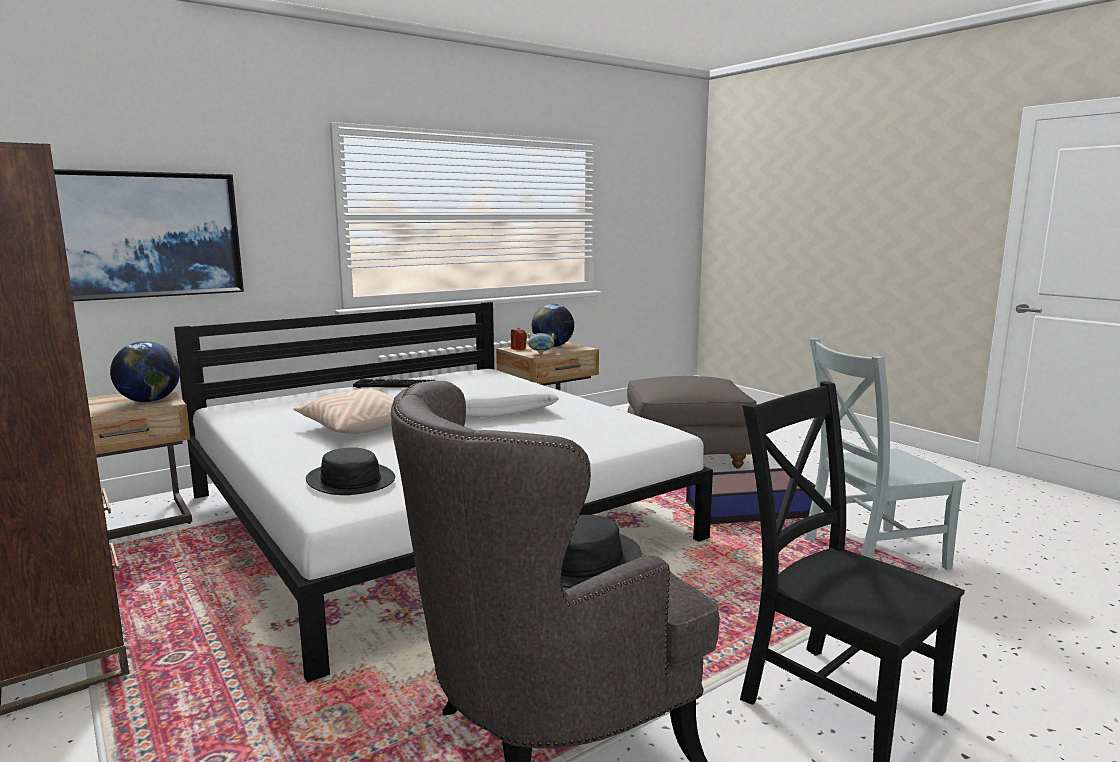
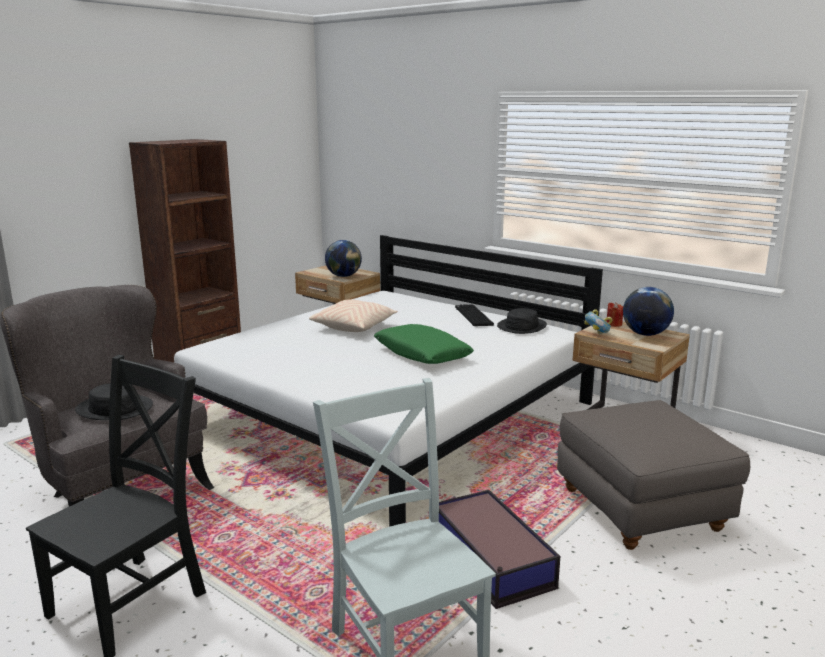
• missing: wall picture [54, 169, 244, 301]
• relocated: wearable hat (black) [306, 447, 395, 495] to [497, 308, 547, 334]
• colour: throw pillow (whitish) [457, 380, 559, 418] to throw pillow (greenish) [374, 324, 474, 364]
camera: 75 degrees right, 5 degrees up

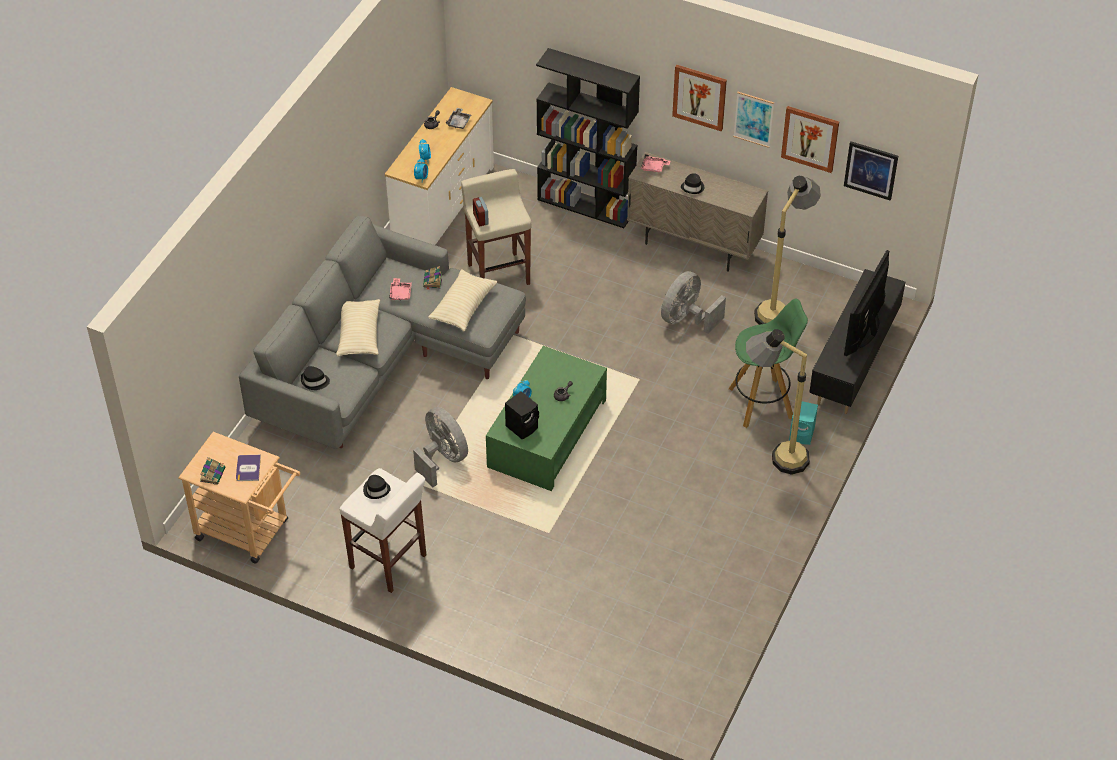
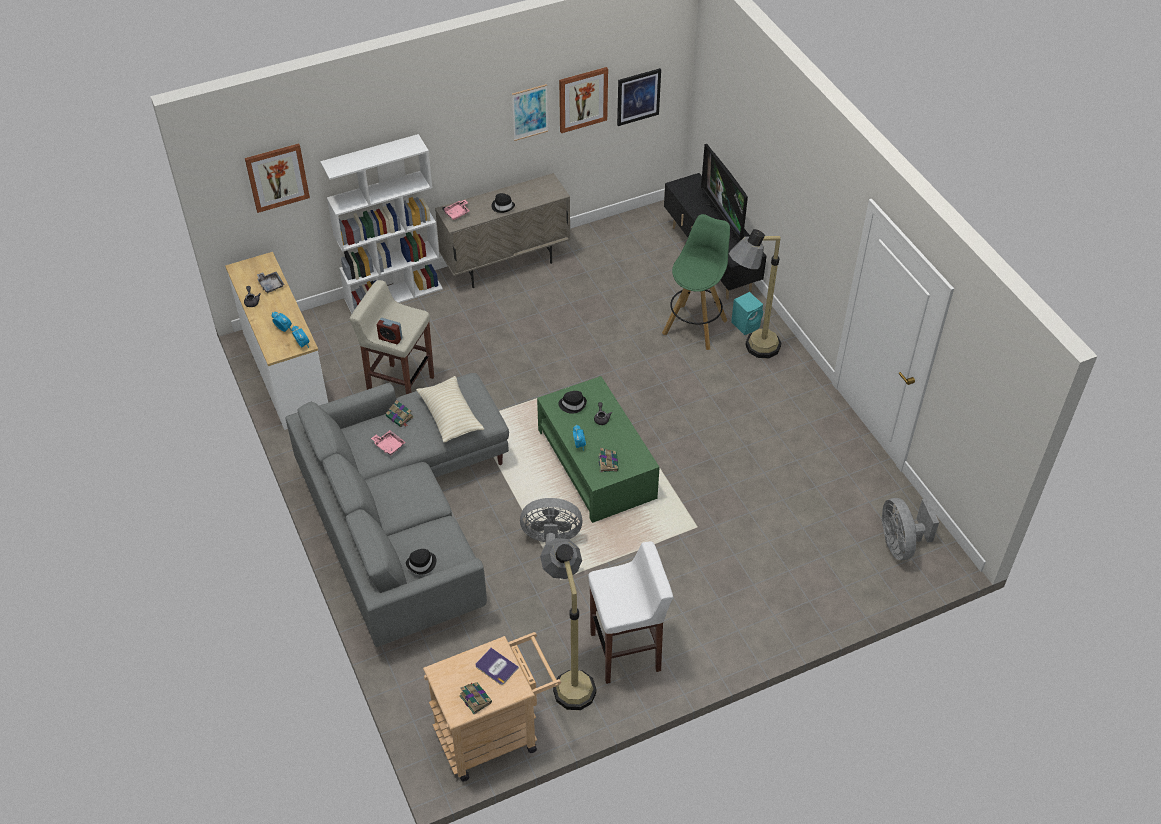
• missing: throw pillow (sand-coloured) [336, 299, 380, 357]
• relocated: wearable hat (black) [363, 475, 391, 499] to [558, 391, 587, 414]
• exchanged: speaker (black) [505, 392, 539, 439] to book [598, 447, 619, 472]
• colour: bookshelf (black) [536, 48, 640, 228] to bookshelf (whitish) [320, 134, 443, 314]
• relocated: fan (greyish) [661, 271, 726, 334] to [882, 498, 939, 560]
• relocated: wall picture [672, 65, 727, 131] to [245, 143, 310, 213]
• relocated: standing lamp [754, 176, 821, 325] to [540, 538, 597, 710]
camera: 50 degrees left, 0 degrees up

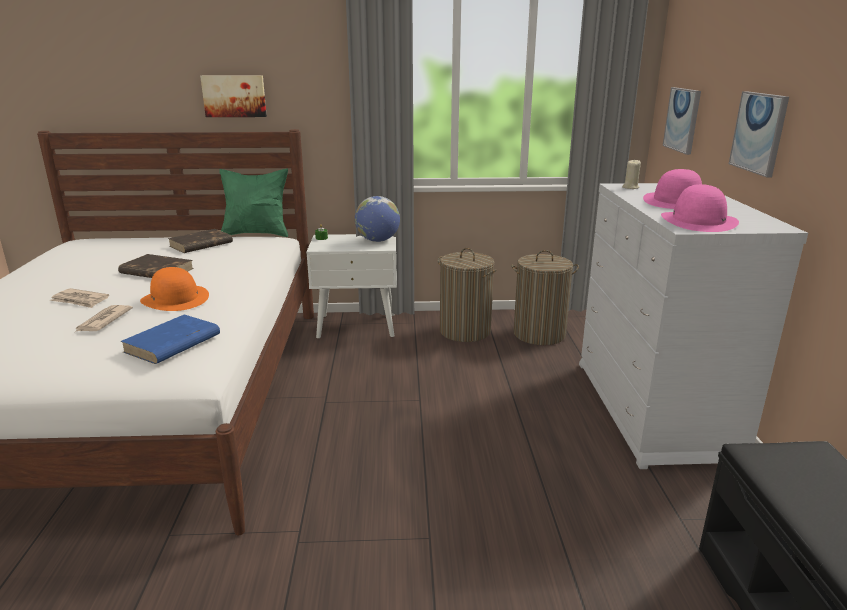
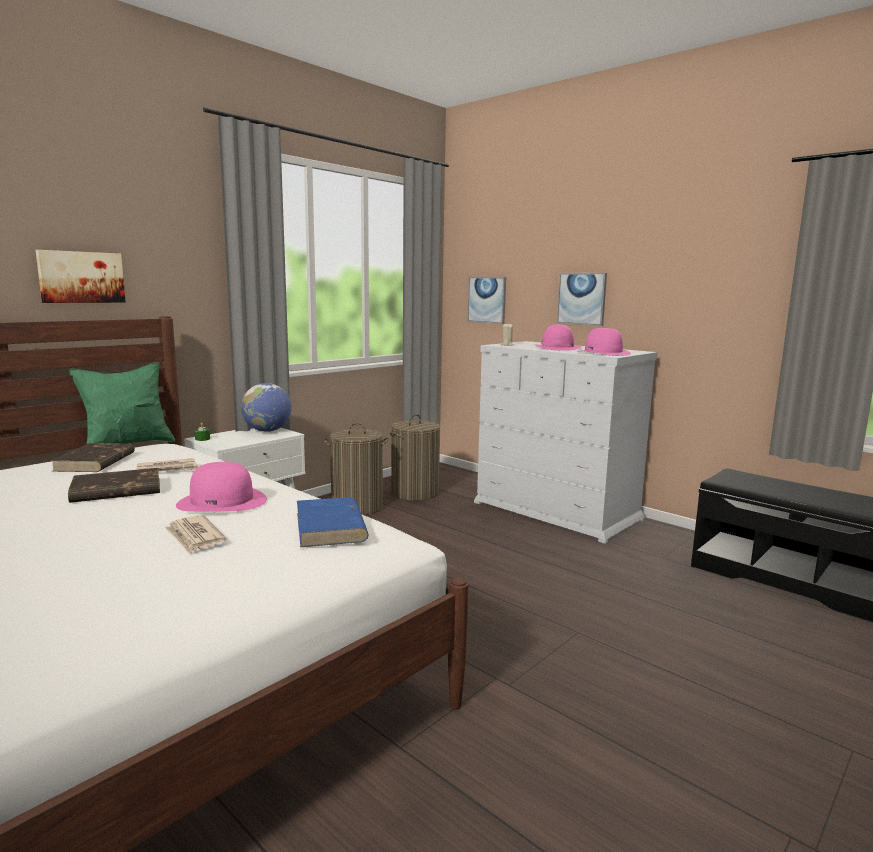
• relocated: printed paper [50, 288, 109, 308] to [137, 458, 198, 472]
• colour: wearable hat (orange) [140, 267, 209, 311] to wearable hat (pinkish) [176, 462, 267, 512]
camera: 45 degrees left, 10 degrees down

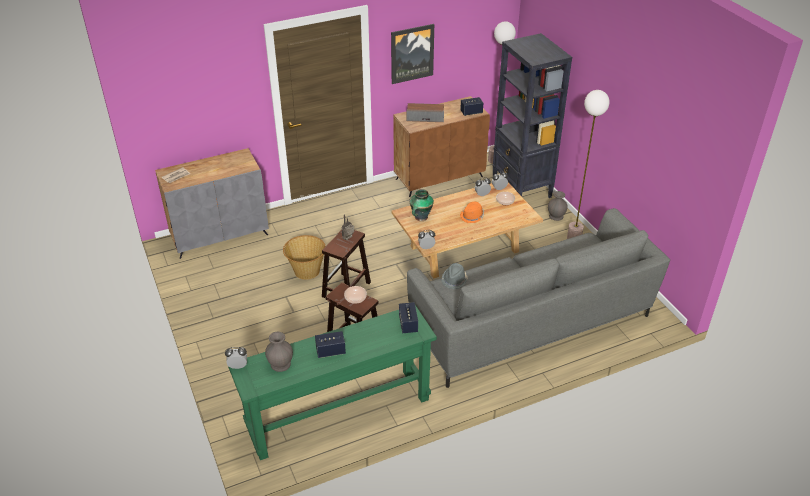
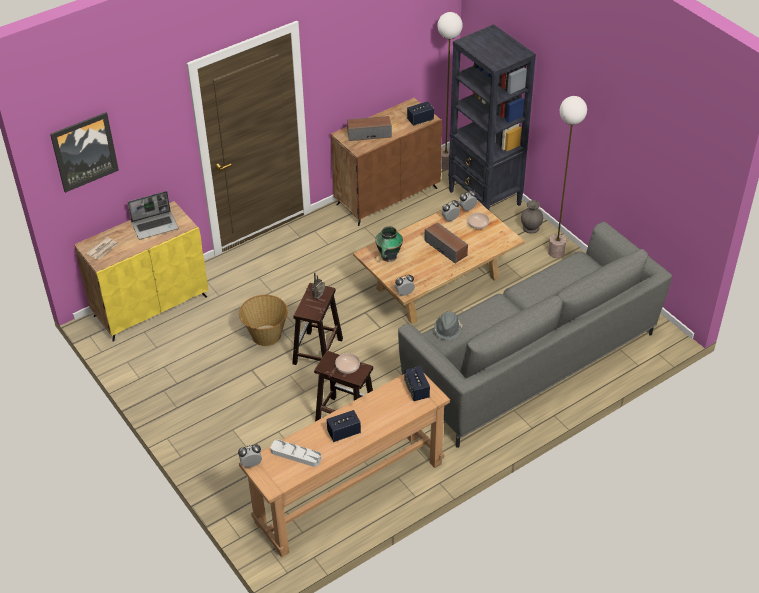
• colour: cabinet (greyish) [155, 148, 269, 259] to cabinet (yellow-coloured) [74, 201, 208, 342]
• colour: hall table (greenish) [228, 305, 437, 460] to hall table (brown) [239, 372, 450, 558]
• exchanged: flower vase (greyish) [265, 332, 293, 372] to serving tray (greyish) [270, 440, 321, 467]
• relocated: wall picture [391, 24, 434, 84] to [50, 112, 119, 193]
• exchanged: wearable hat (orange) [460, 202, 484, 223] to speaker [424, 222, 468, 264]
• appeared: laptop [128, 191, 178, 240]
camera: 10 degrees left, 5 degrees up

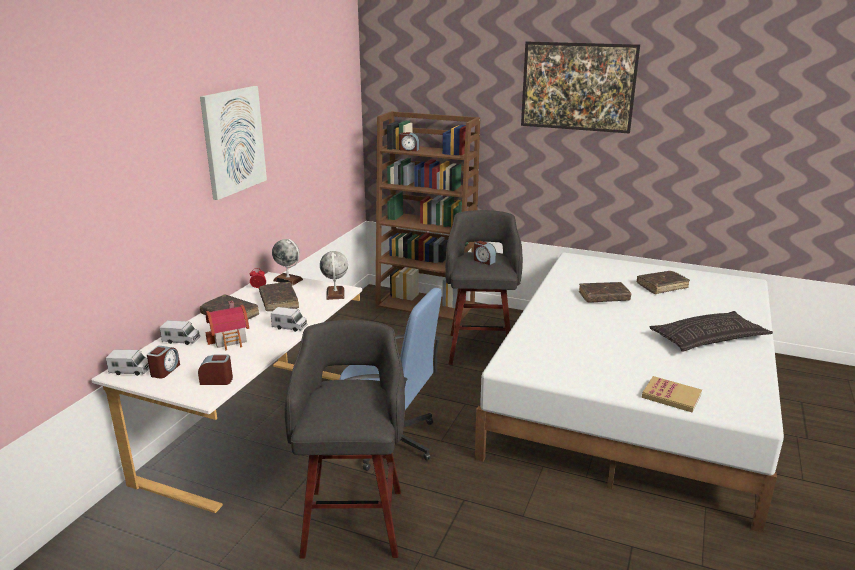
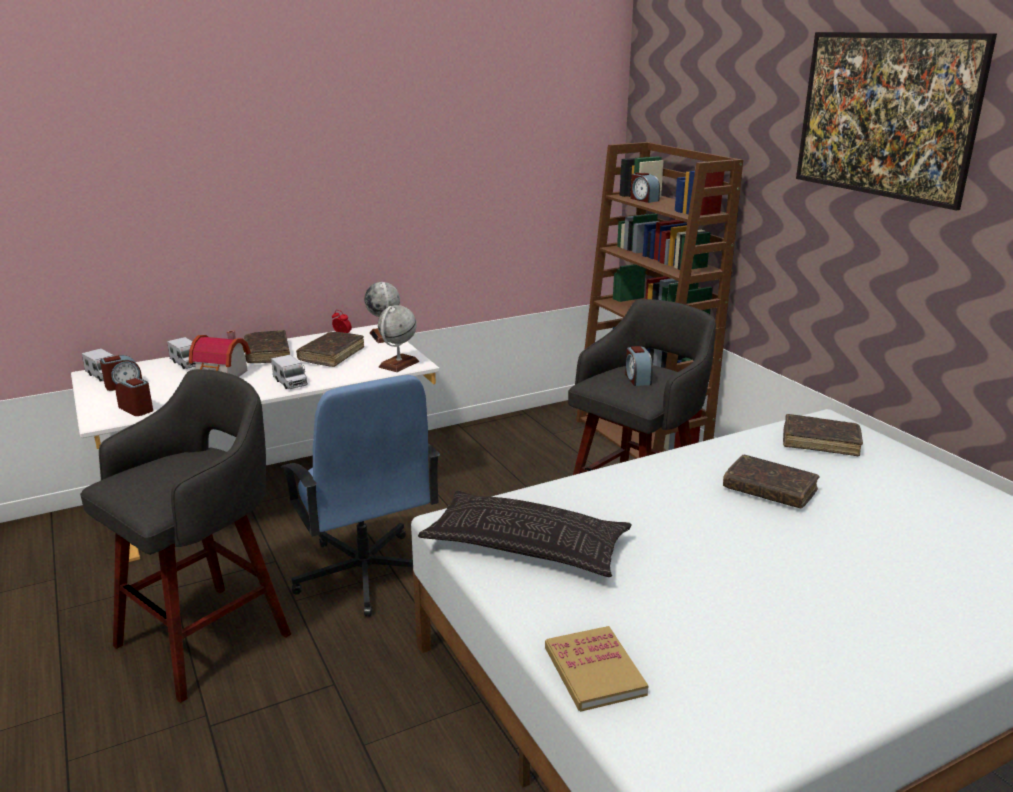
• missing: wall picture [200, 86, 267, 200]
• relocated: book (brown) [637, 271, 690, 294] to [783, 414, 863, 456]
• relocated: throw pillow [650, 311, 773, 352] to [418, 491, 632, 577]
camera: 40 degrees right, 0 degrees up

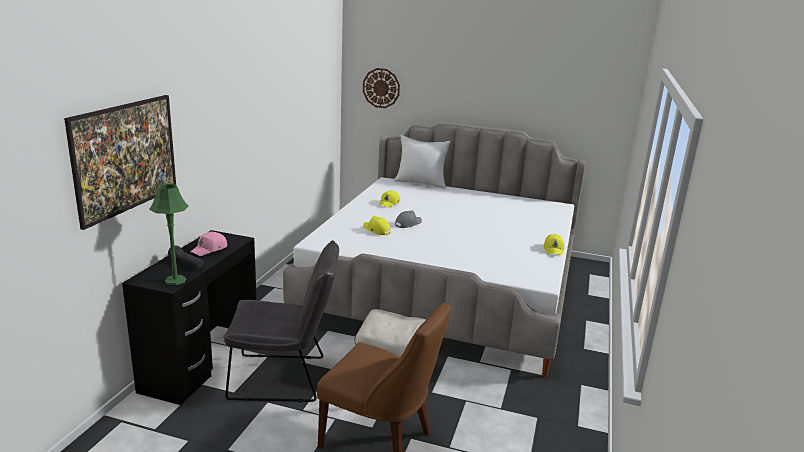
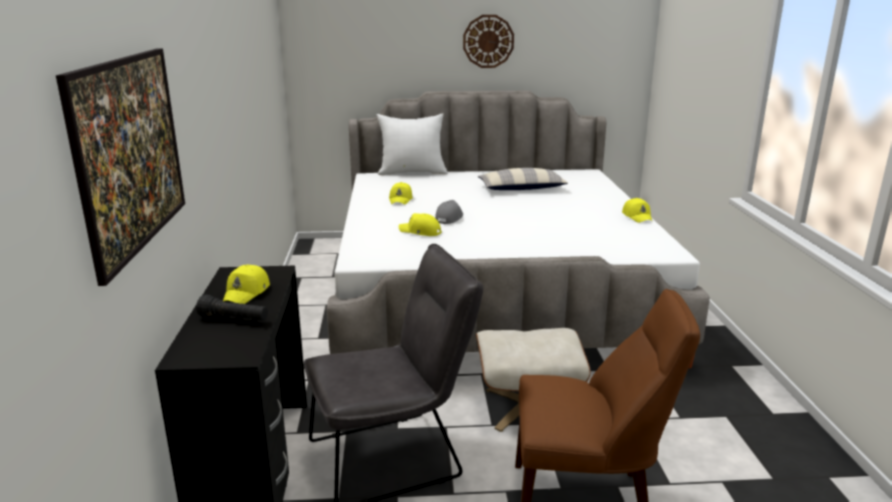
• missing: tabletop lamp (greenish) [149, 183, 188, 285]
• colour: baseball cap (pinkish) [190, 232, 227, 256] to baseball cap (yellow-coloured) [223, 264, 270, 304]
• relocated: hanging clock [363, 68, 400, 108] to [463, 15, 514, 68]
• appeared: throw pillow [478, 168, 568, 190]
camera: 20 degrees left, 0 degrees up

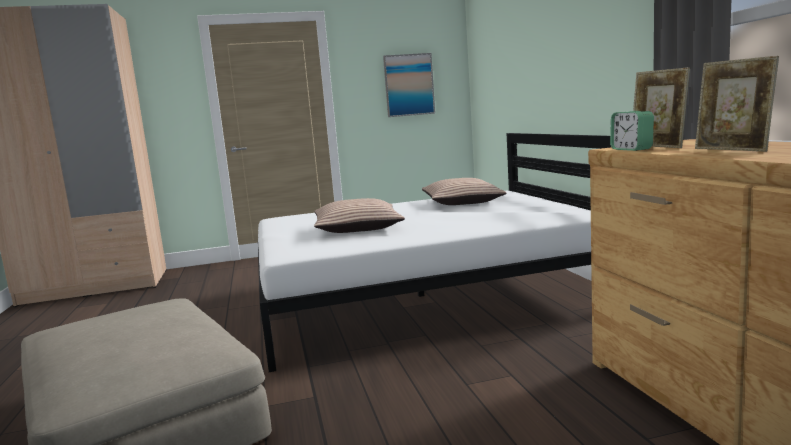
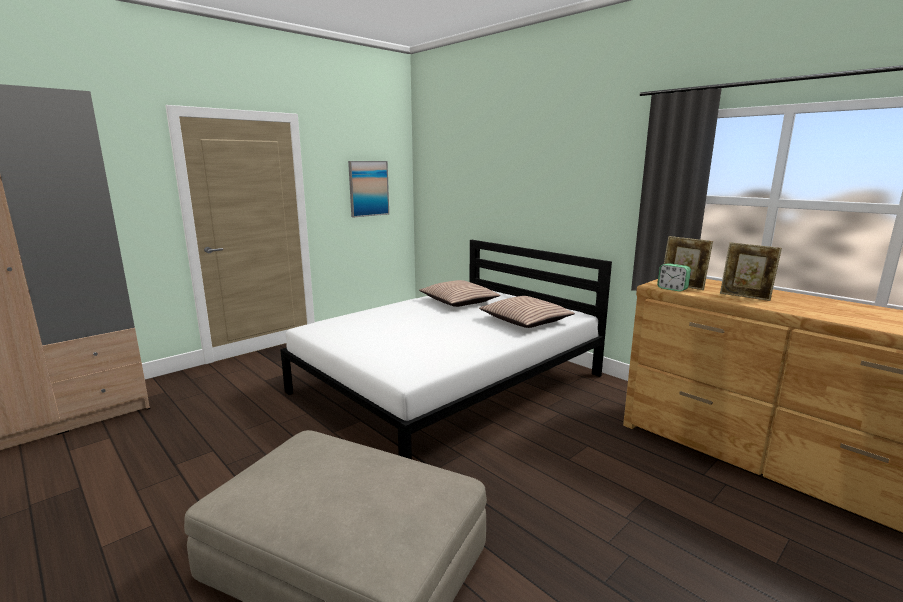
• relocated: throw pillow [314, 198, 405, 233] to [479, 296, 575, 328]
camera: 30 degrees left, 5 degrees up

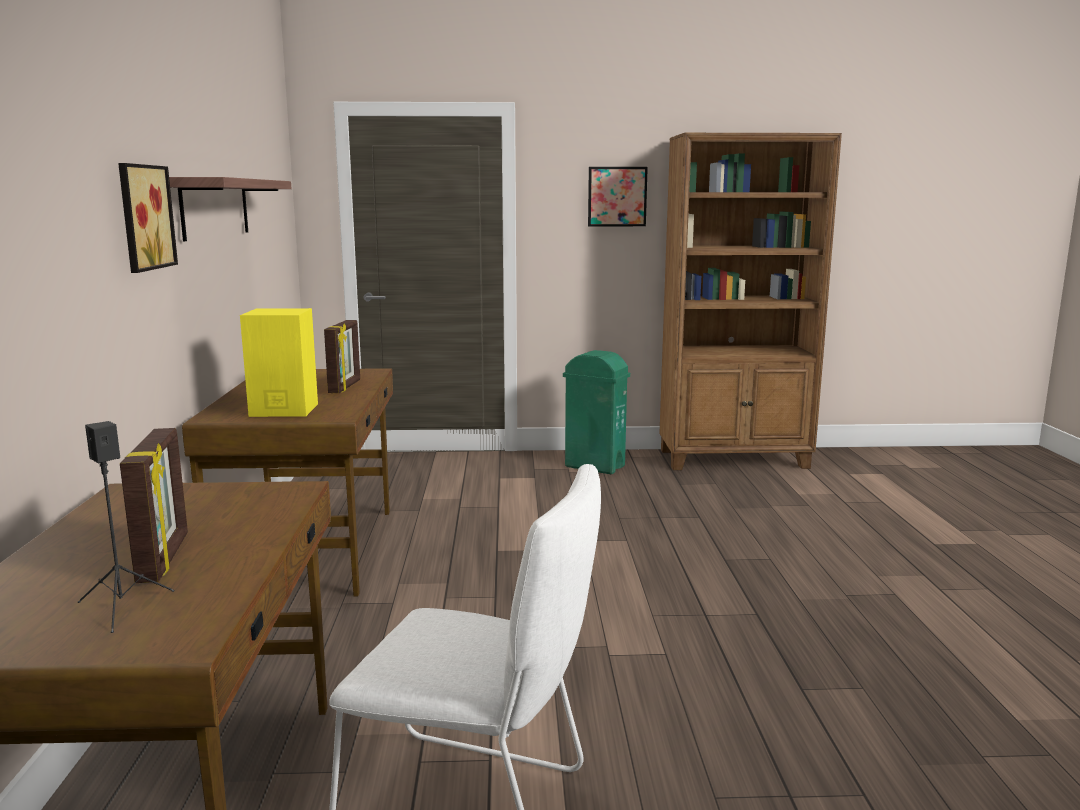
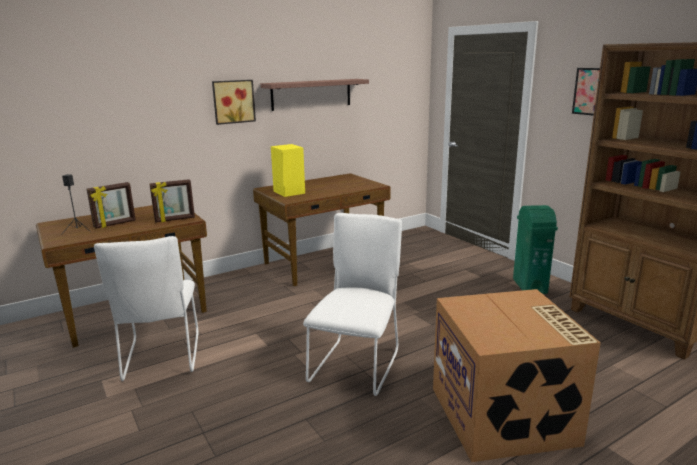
• relocated: picture frame [324, 320, 360, 393] to [149, 179, 195, 223]
• appeared: plain chair (whitish) [303, 213, 402, 396]
• appeared: cardboard box [433, 289, 601, 462]
camera: 60 degrees right, 5 degrees up

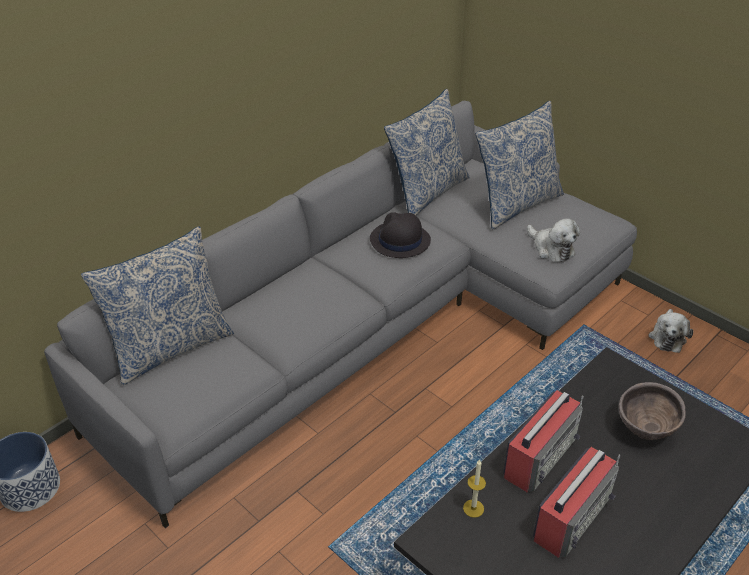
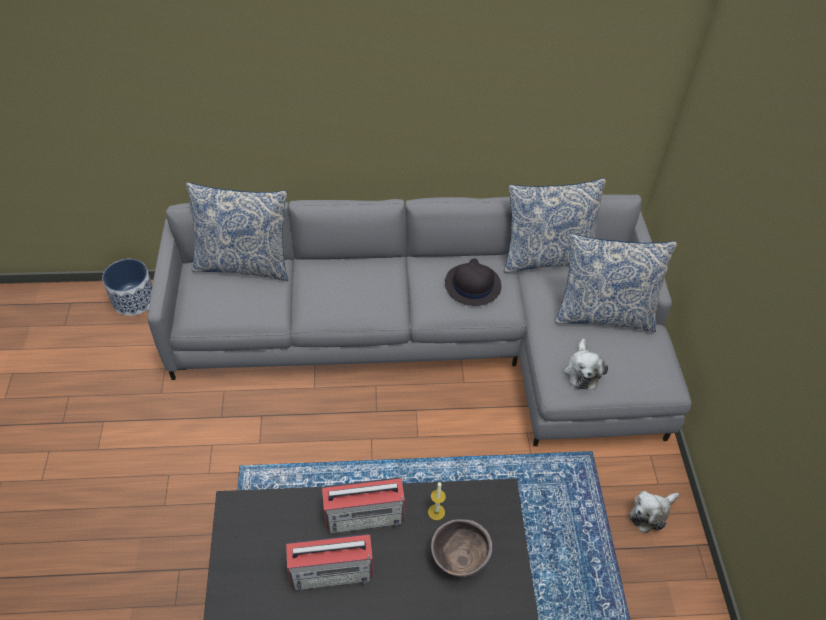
• relocated: wax candle [463, 459, 486, 518] to [428, 482, 446, 520]
camera: 40 degrees right, 10 degrees up

